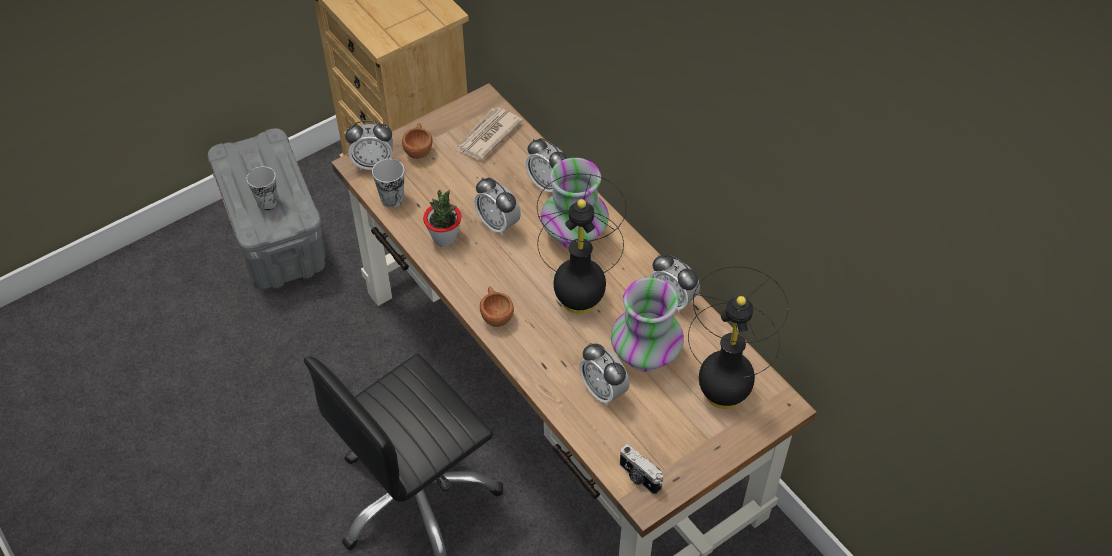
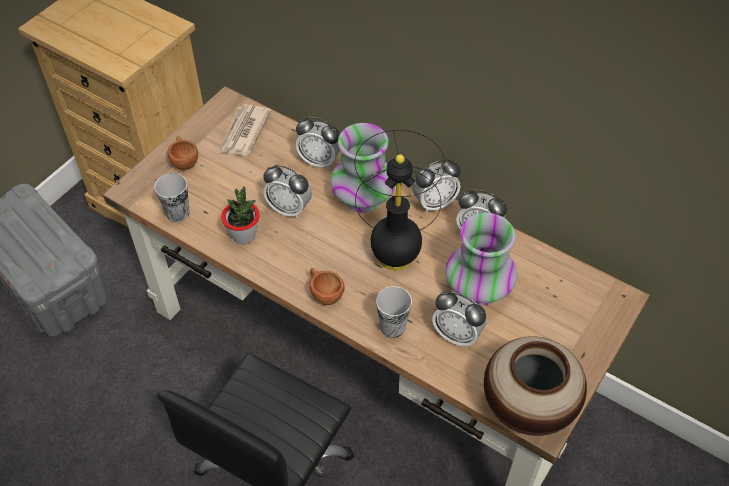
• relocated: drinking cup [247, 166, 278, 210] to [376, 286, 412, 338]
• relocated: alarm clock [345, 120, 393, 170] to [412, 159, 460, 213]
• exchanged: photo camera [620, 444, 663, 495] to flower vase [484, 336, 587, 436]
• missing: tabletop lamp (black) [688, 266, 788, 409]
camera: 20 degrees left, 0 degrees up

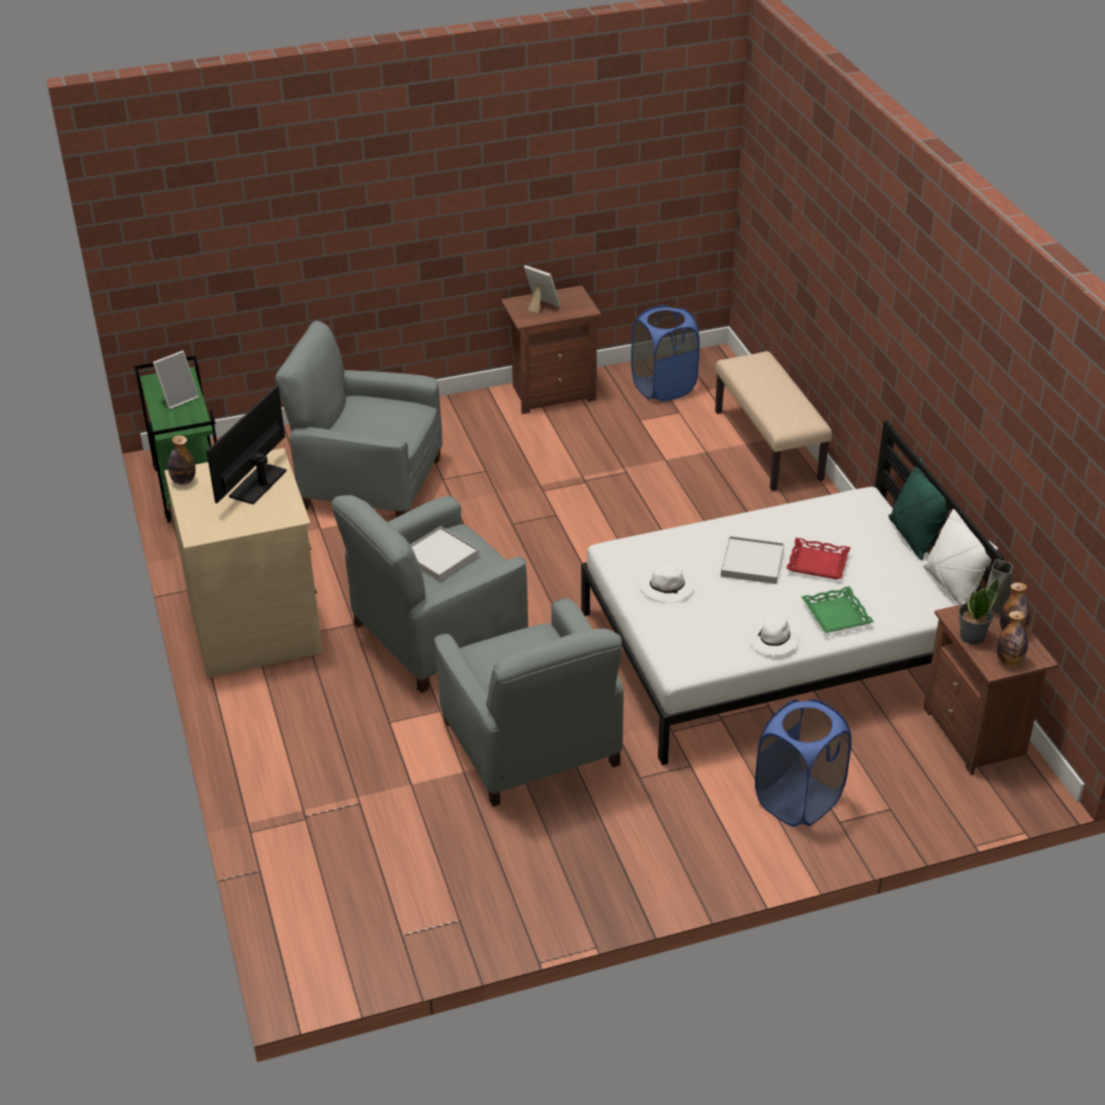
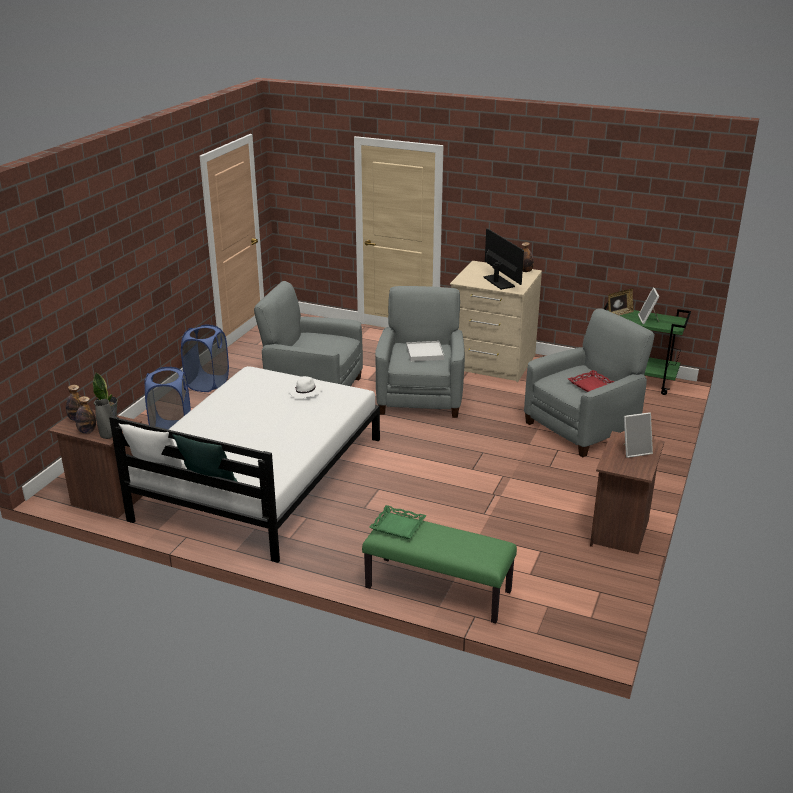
• relocated: laundry basket (bluish) [631, 305, 700, 401] to [181, 325, 229, 392]
• colour: indoor bench (sand-coloured) [715, 351, 832, 491] to indoor bench (greenish) [362, 512, 517, 623]
• missing: serving tray (whitish) [721, 536, 784, 584]
• missing: wearable hat (whitish) [749, 615, 800, 656]
• relocated: serving tray (red-coloured) [786, 538, 851, 579] to [568, 370, 615, 392]
• relocated: serving tray (greenish) [801, 586, 874, 633] to [369, 505, 427, 539]
• appeared: picture frame [608, 289, 634, 315]
camera: 130 degrees right, 10 degrees down

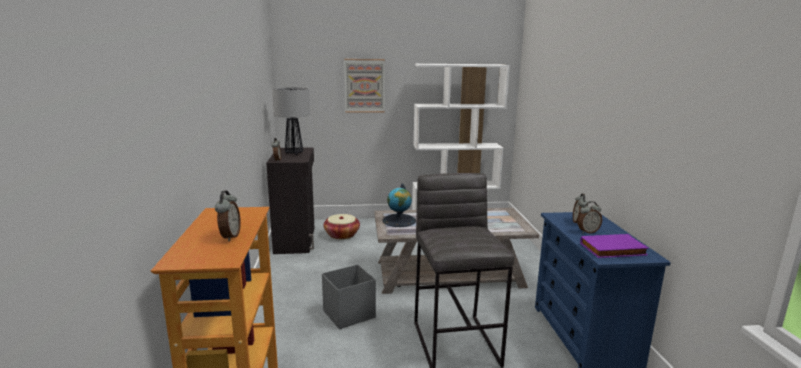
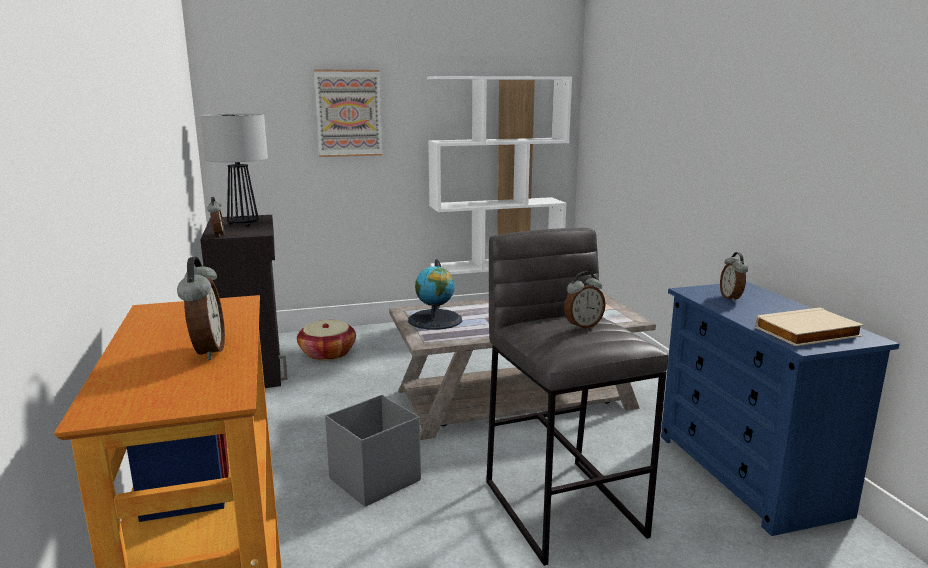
• relocated: alarm clock [578, 201, 602, 233] to [564, 271, 606, 329]
• colour: book (purple-coloured) [580, 234, 649, 258] to book (sand-coloured) [755, 307, 864, 346]
camera: 10 degrees left, 0 degrees up

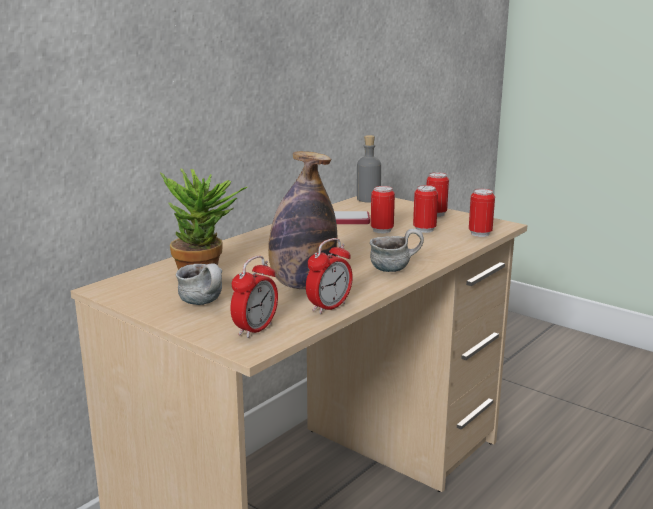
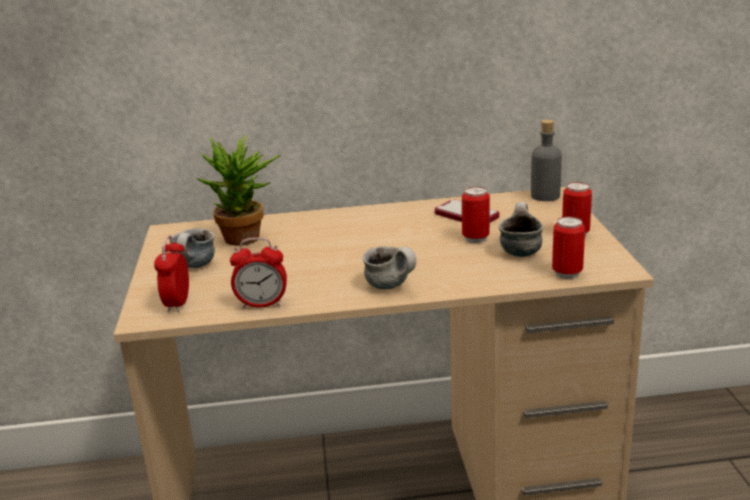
• spun: alarm clock [230, 256, 278, 338] = [154, 235, 189, 313] 105 degrees clockwise
• missing: drink bottle [268, 151, 337, 289]
• exchanged: sealed can [413, 185, 438, 233] to coffee mug [499, 202, 543, 257]
camera: 45 degrees right, 5 degrees up

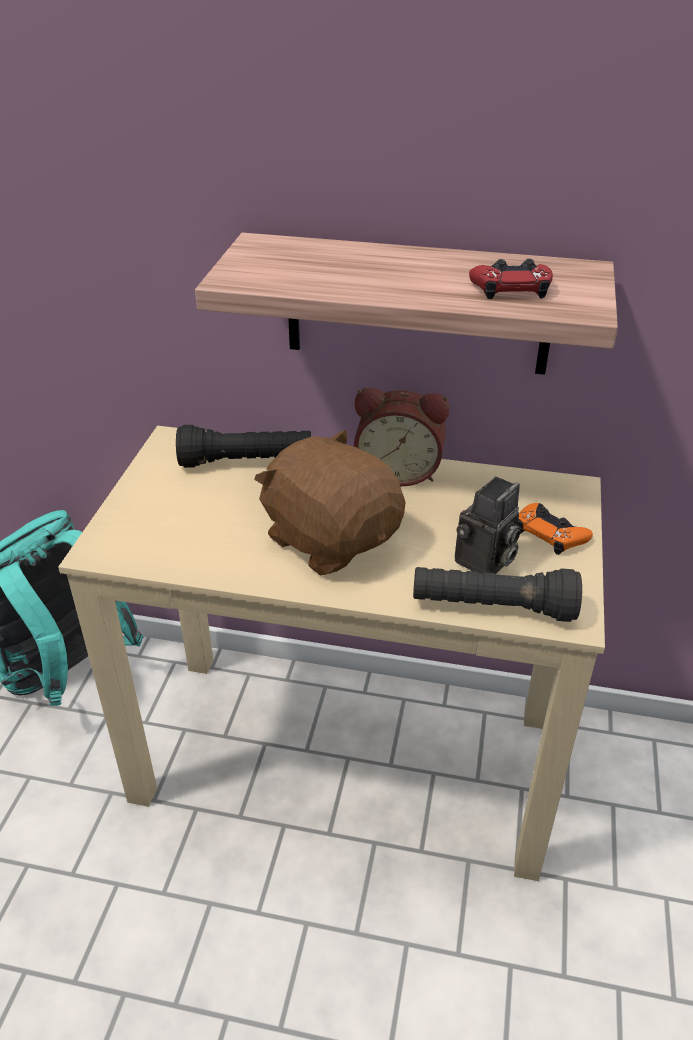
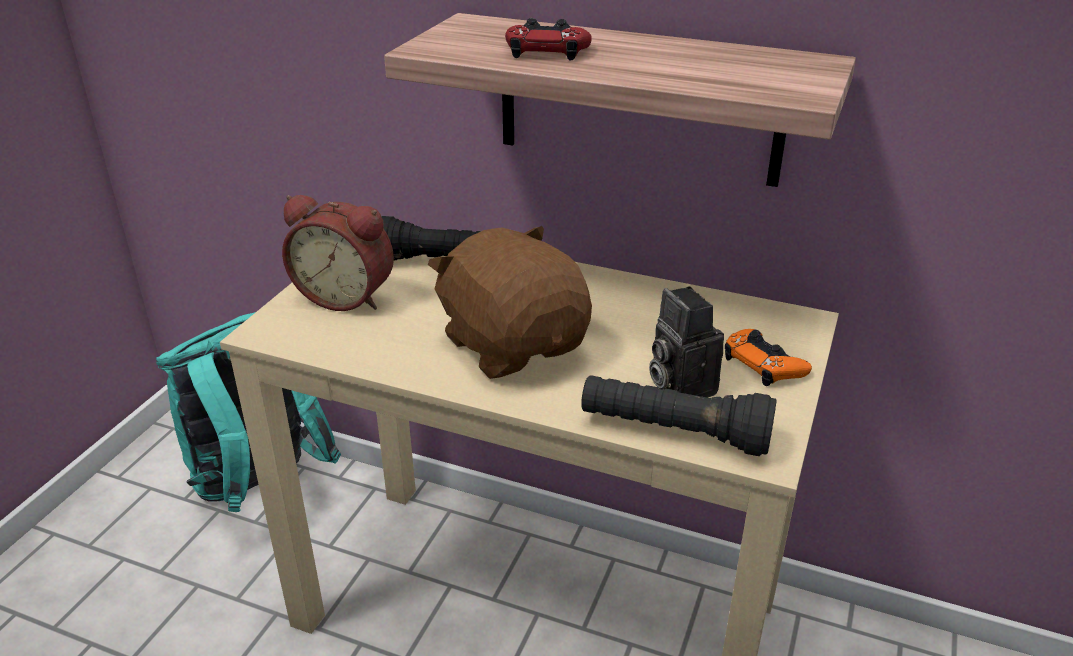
• relocated: alarm clock [354, 388, 449, 486] to [282, 195, 394, 311]
• spun: photo camera [455, 476, 520, 574] = [649, 286, 724, 398] 105 degrees clockwise
• relocated: gamepad (red-coloured) [469, 259, 553, 299] to [505, 18, 592, 60]
camera: 10 degrees right, 5 degrees down

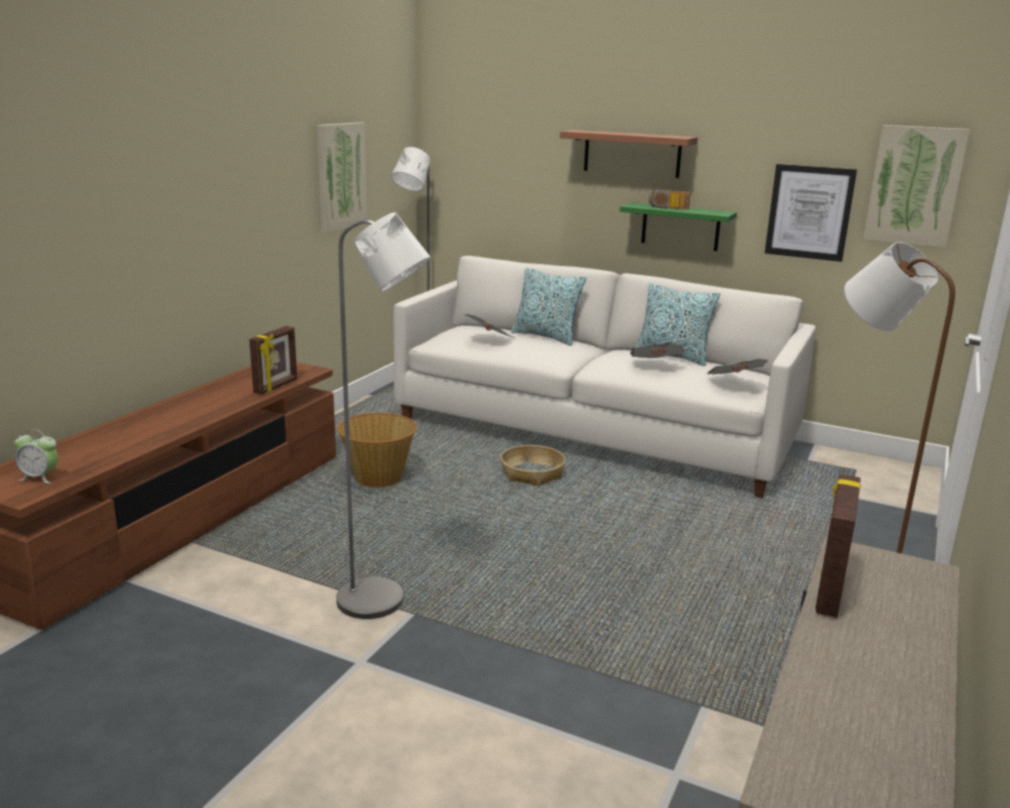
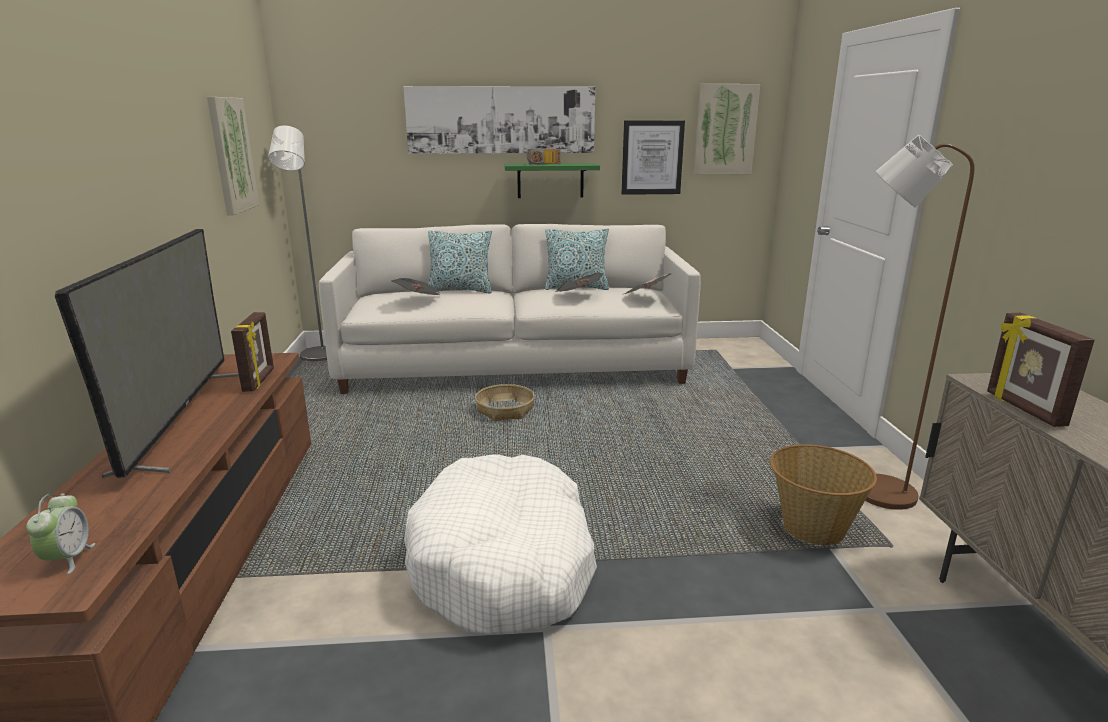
• spun: alarm clock [14, 429, 58, 484] = [26, 493, 95, 574] 75 degrees counterclockwise
• exchanged: standing lamp (greyish) [336, 212, 431, 619] to pet bed (whitish) [404, 455, 597, 634]
• relocated: household basket [337, 413, 417, 488] to [770, 444, 877, 545]
• exchanged: wall shelf [560, 130, 698, 178] to wall picture [403, 86, 595, 154]
• appeared: television [55, 229, 239, 478]
camera: 30 degrees left, 0 degrees up

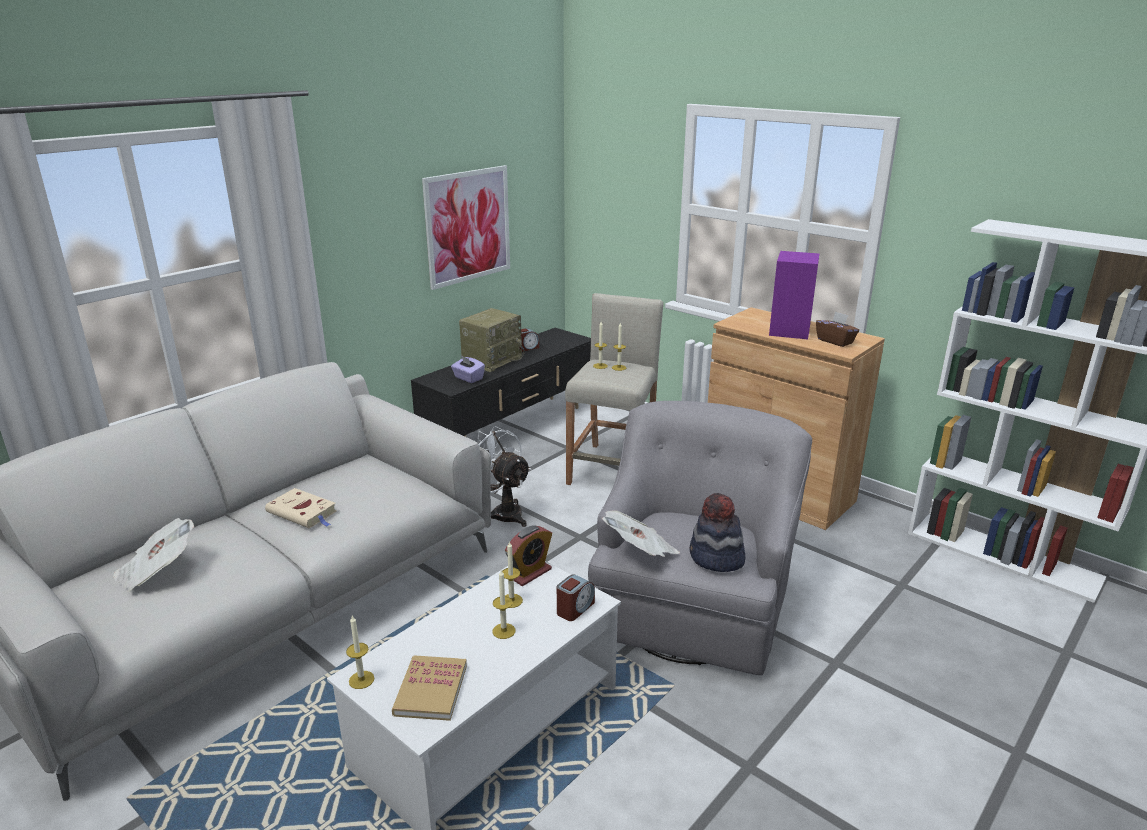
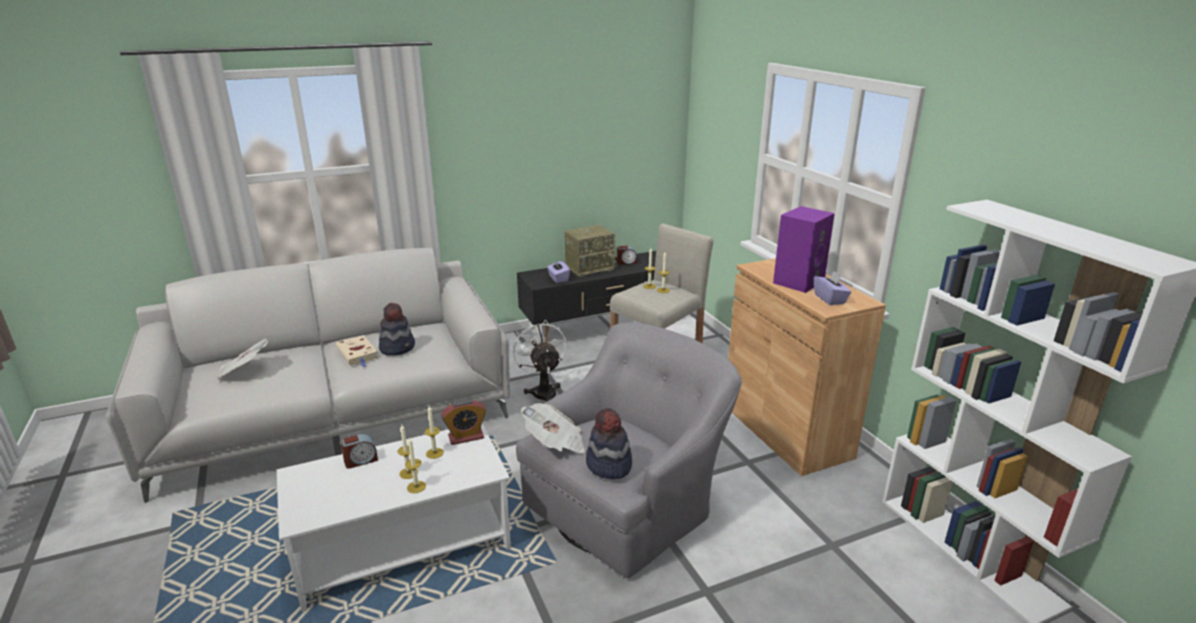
• relocated: wax candle [346, 616, 375, 689] to [405, 437, 426, 493]
• missing: book [392, 655, 467, 721]
• missing: wall picture [422, 165, 510, 290]
• relocated: alarm clock [557, 574, 595, 621] to [340, 433, 378, 469]
• colour: tissue holder (brown) [816, 311, 859, 347] to tissue holder (purple-coloured) [814, 271, 851, 305]
• appeared: wearable hat [379, 303, 415, 356]
camera: 25 degrees right, 0 degrees up

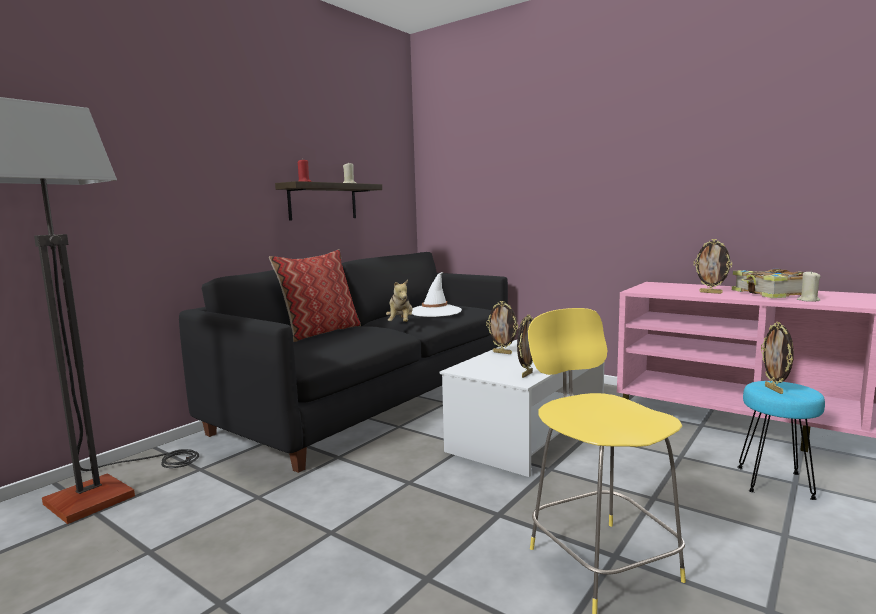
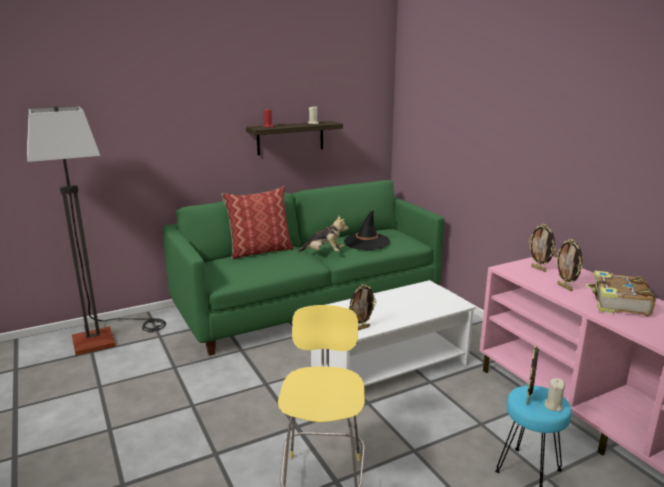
• colour: settee (black) [179, 252, 508, 473] to settee (greenish) [163, 180, 445, 356]
• spun: plush toy [386, 279, 413, 322] = [298, 216, 348, 252] 105 degrees counterclockwise
• colour: wearable hat (whitish) [412, 272, 462, 317] to wearable hat (black) [344, 211, 390, 250]
• relocated: picture frame [486, 301, 519, 354] to [528, 224, 556, 272]
• relocated: wax candle (sand-coloured) [797, 271, 821, 302] to [544, 378, 565, 411]
camera: 25 degrees right, 10 degrees up

